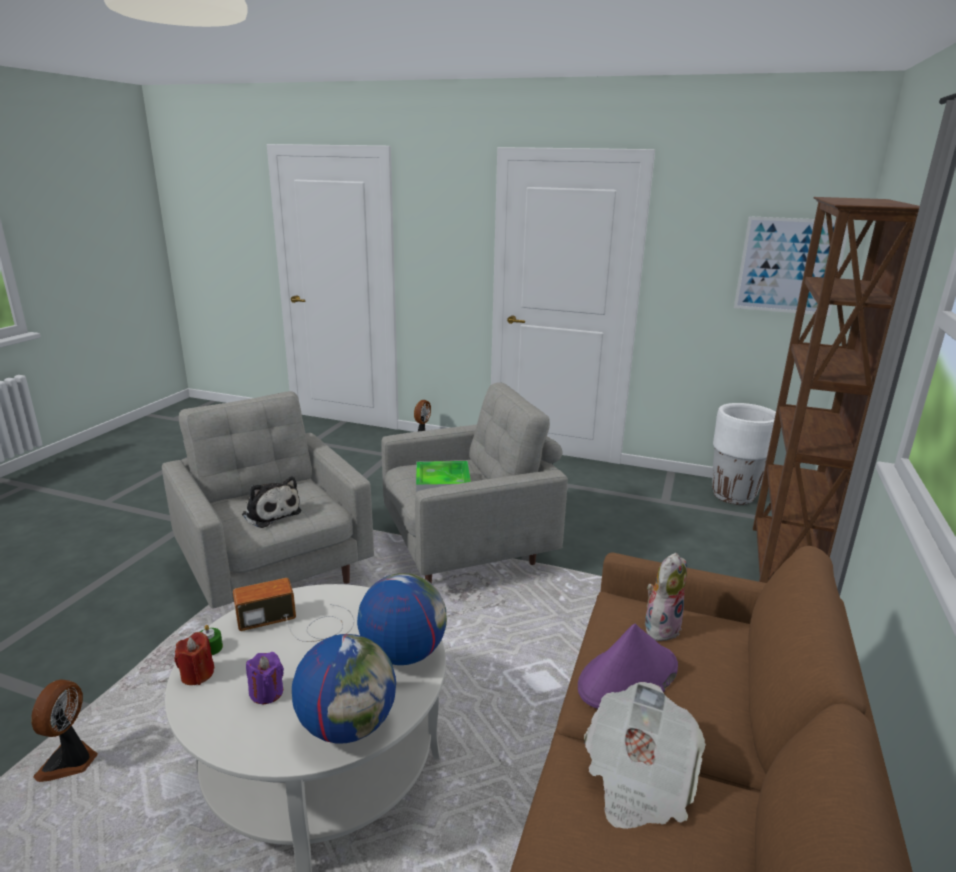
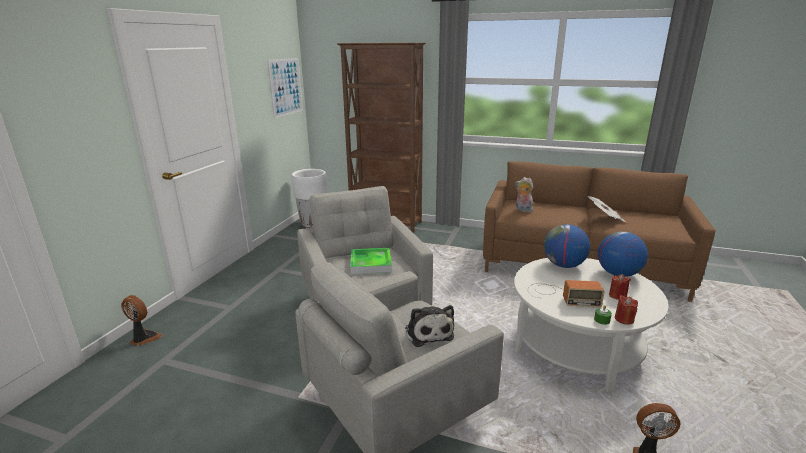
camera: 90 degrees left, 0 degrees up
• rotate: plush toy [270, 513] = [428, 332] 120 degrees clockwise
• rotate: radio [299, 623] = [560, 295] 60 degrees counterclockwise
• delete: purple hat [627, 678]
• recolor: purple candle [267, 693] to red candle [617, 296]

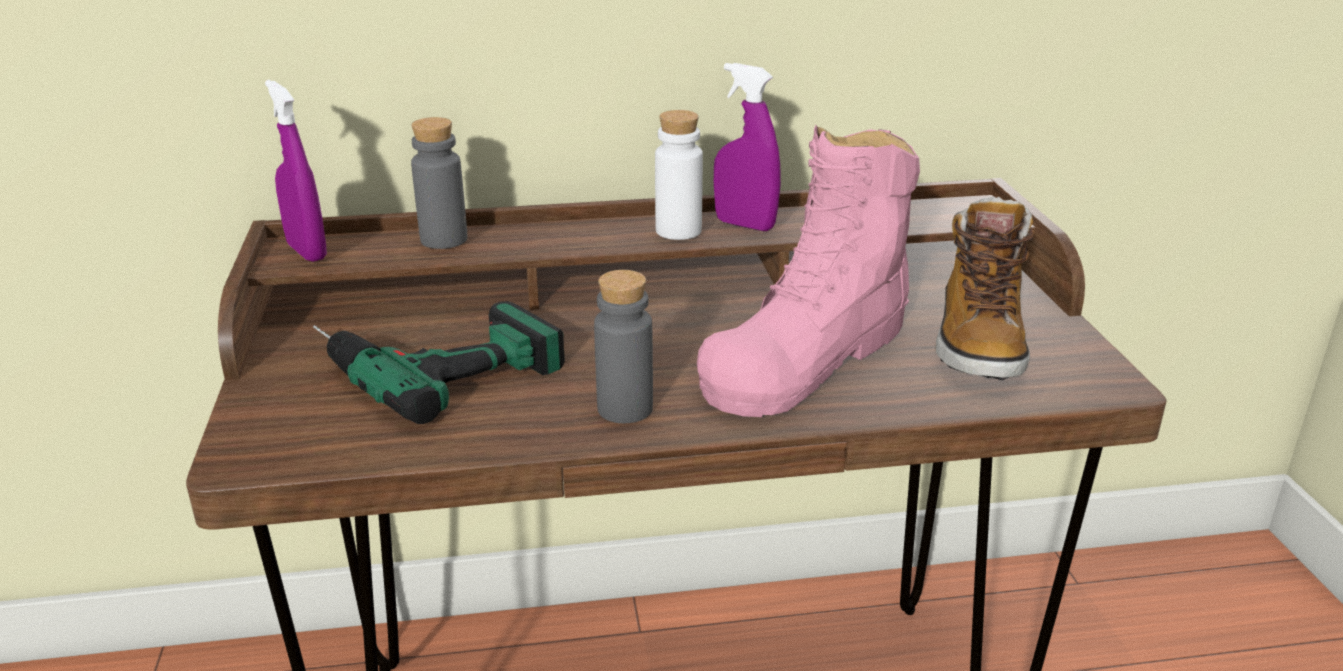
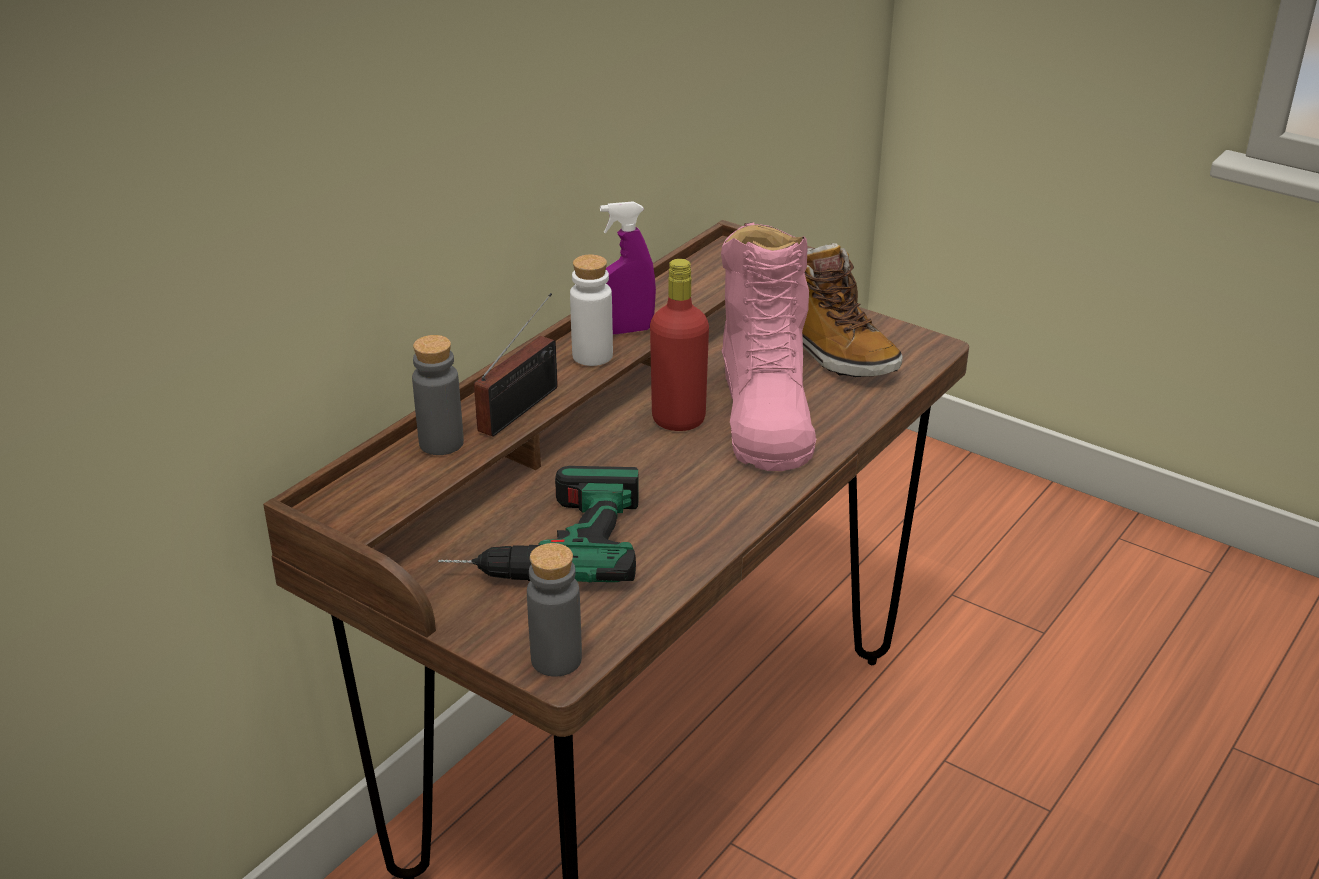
camera: 45 degrees left, 5 degrees up
• delete: purple spray bottle [307, 252]
• move: grey bottle [625, 409] to [556, 659]
• insert: red bottle [678, 420]
• insert: radio [523, 406]

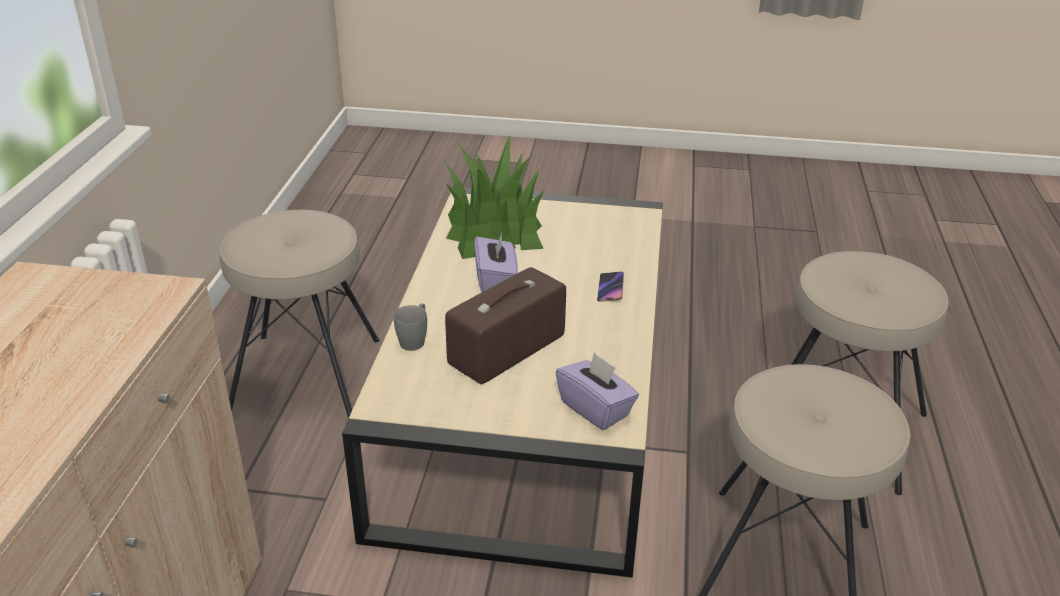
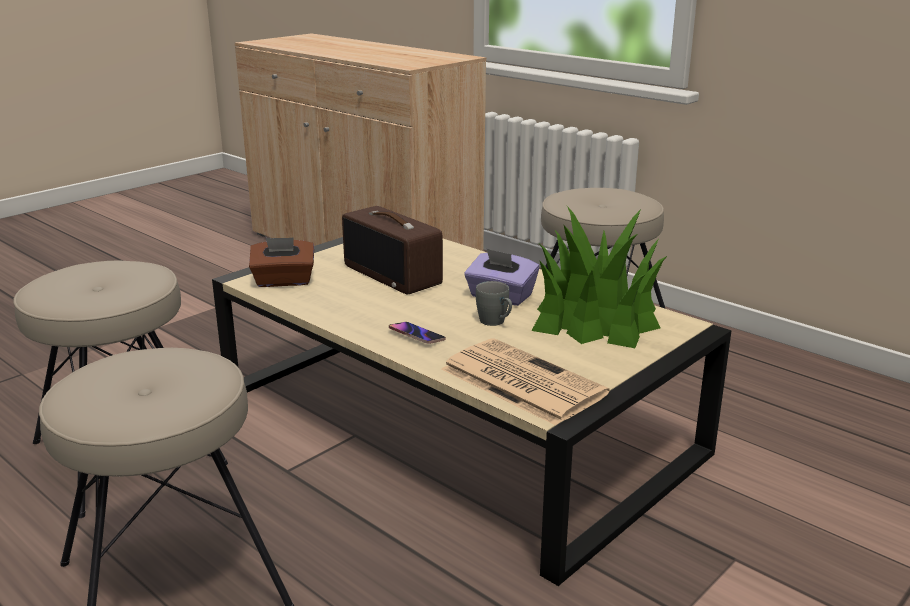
camera: 125 degrees right, 10 degrees down
• rotate: radio [507, 351] = [394, 275] 150 degrees clockwise
• move: grey mug [414, 339] to [496, 322]
• recolor: purple tissue box [595, 409] to brown tissue box [284, 281]
• insert: newspaper [520, 381]

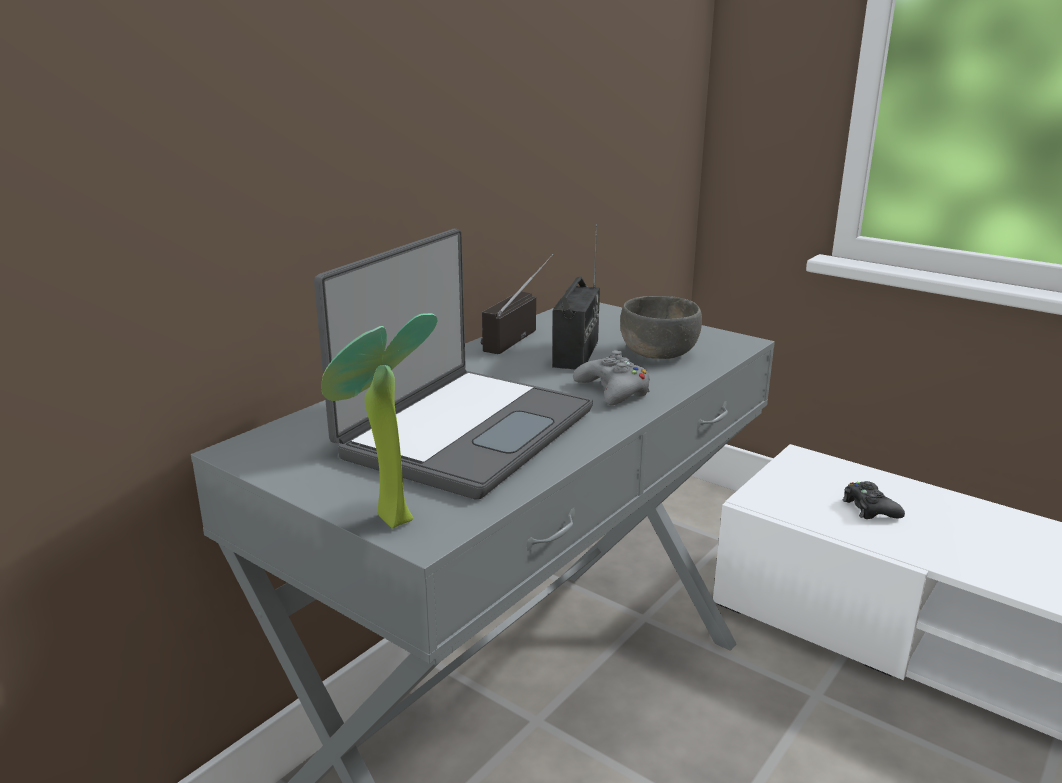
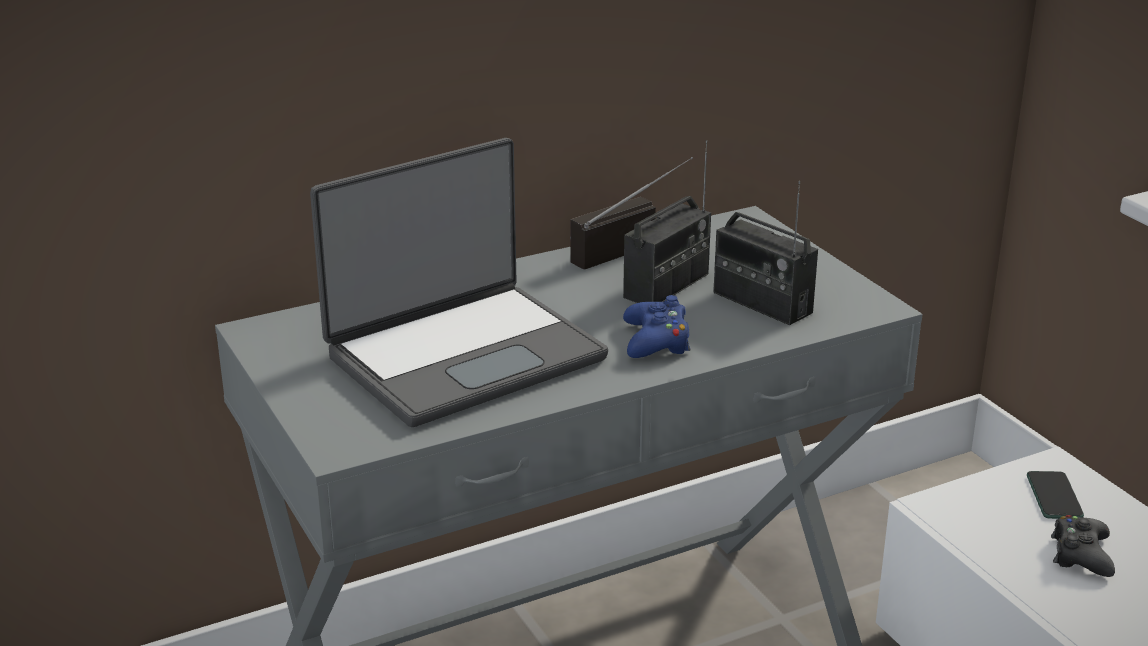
camera: 25 degrees right, 5 degrees up
• replace: grey bowl [659, 353] to radio [762, 303]
• delete: potted plant [385, 520]
• recolor: grey game controller [613, 391] to blue game controller [656, 341]
• insert: phone [1054, 497]

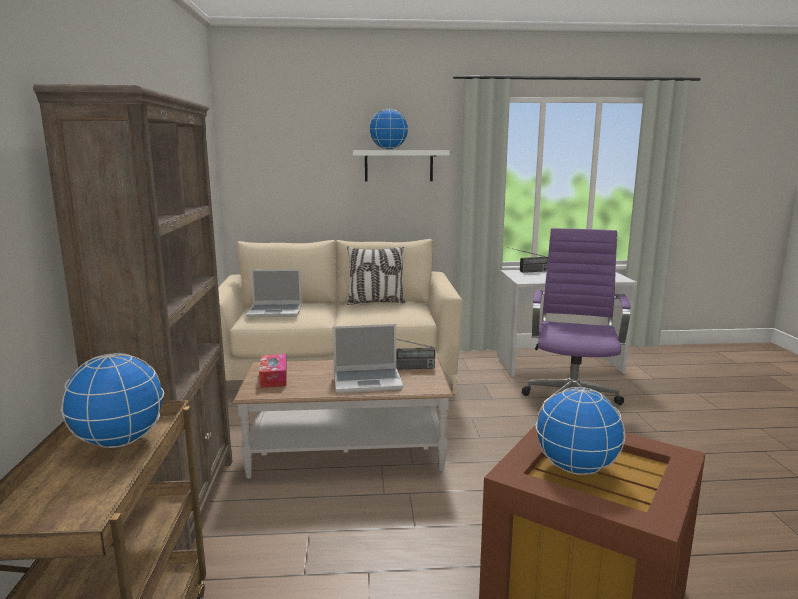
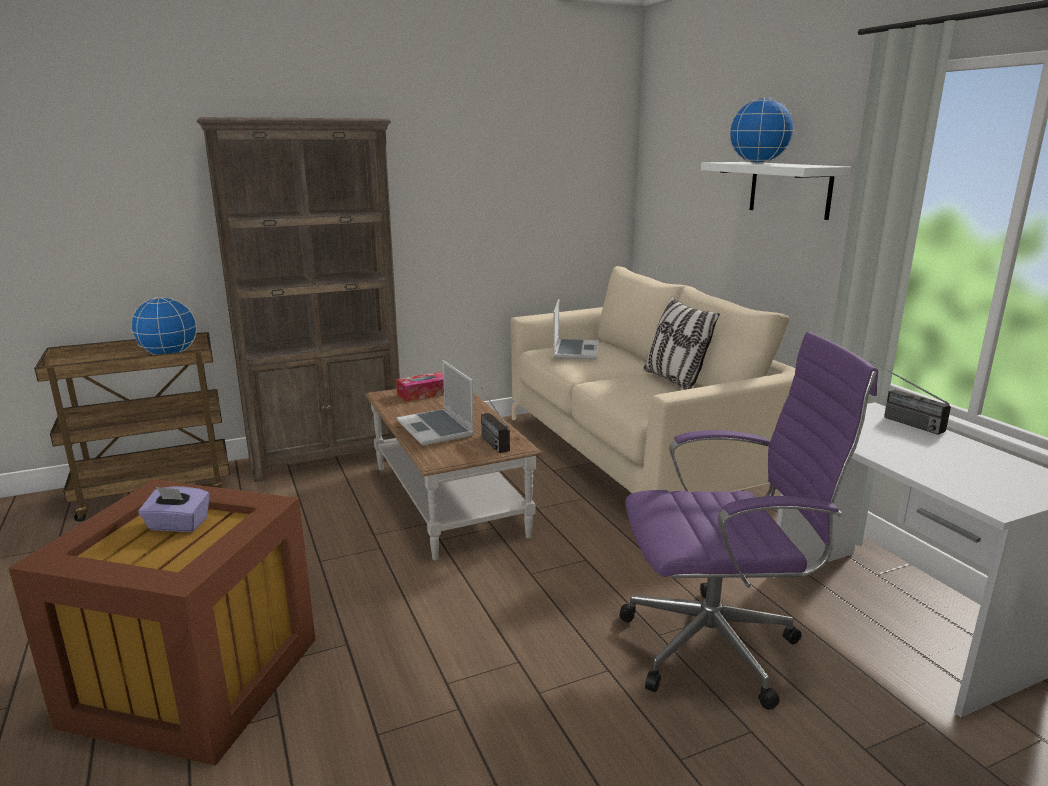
camera: 70 degrees right, 5 degrees up
• rotate: laptop [276, 312] = [575, 350] 150 degrees counterclockwise
• replace: globe [575, 468] to purple tissue box [178, 525]

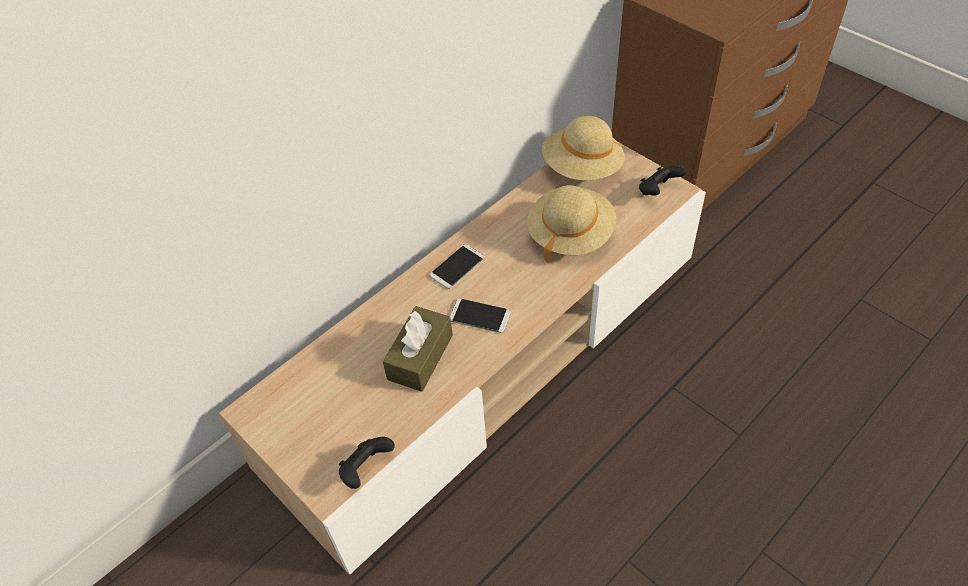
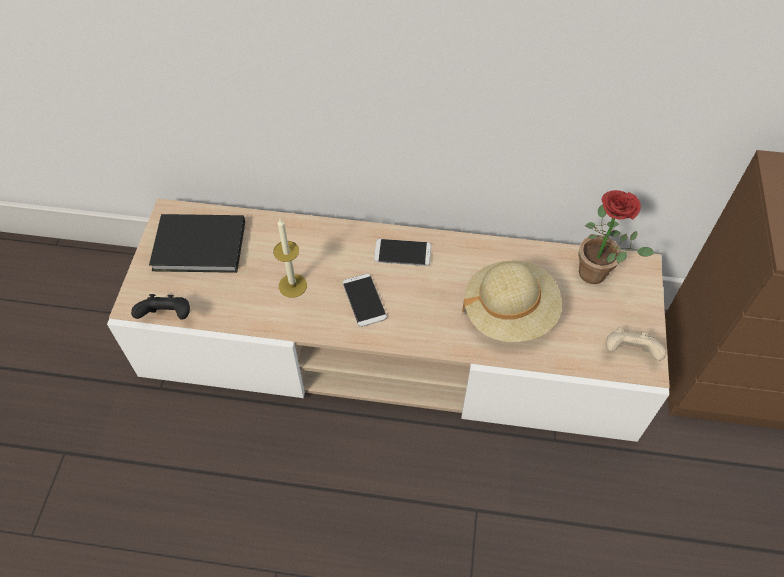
camera: 50 degrees right, 5 degrees up
• replace: beige hat [582, 168] to potted plant [598, 275]
• recolor: black game controller [658, 191] to beige game controller [629, 353]
• replace: brown tissue box [420, 357] to candle [292, 285]
• insert: black book [202, 247]

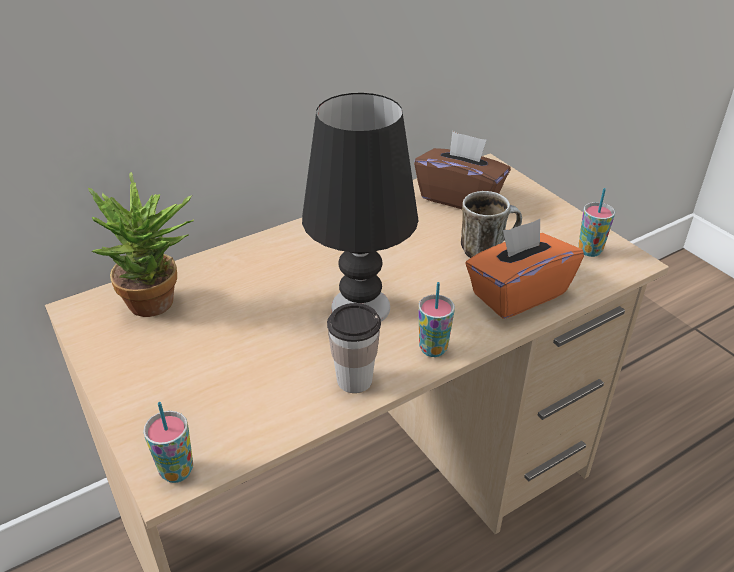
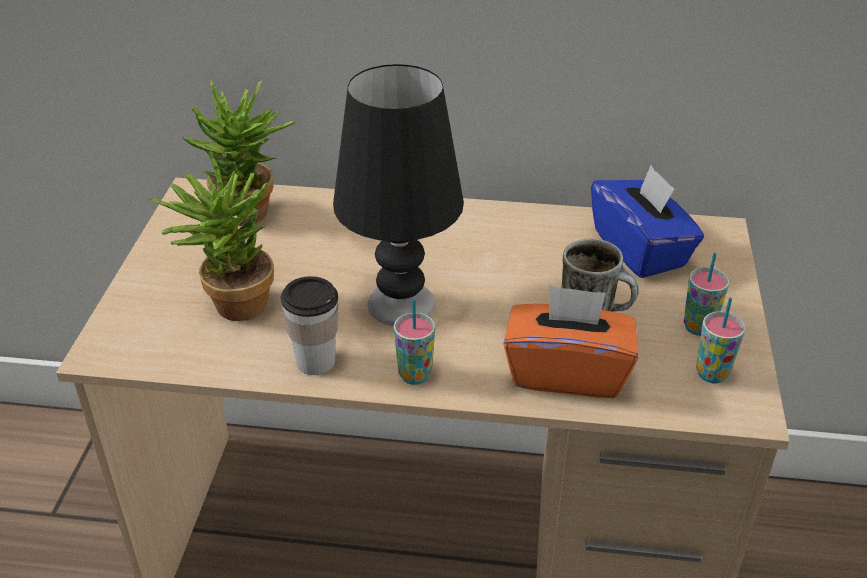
camera: 40 degrees right, 0 degrees up
• recolor: brown tissue box [460, 197] to blue tissue box [640, 249]
• move: cup [177, 471] to [698, 327]
• insert: potted plant [230, 304]

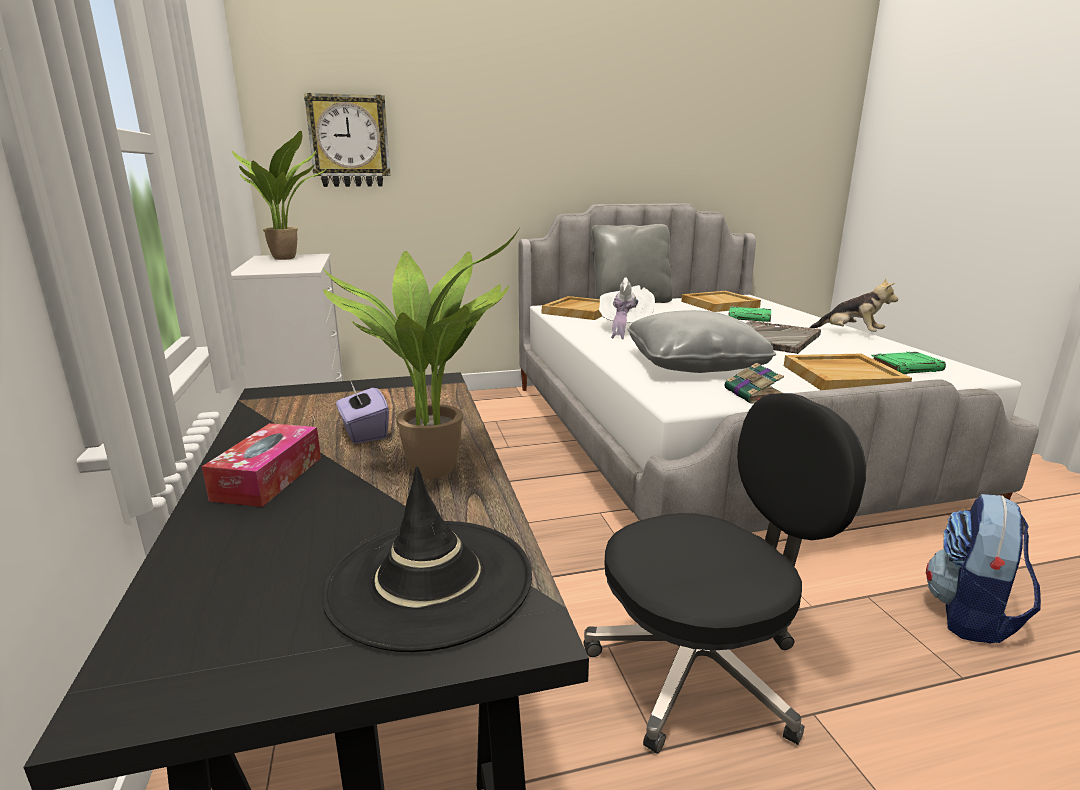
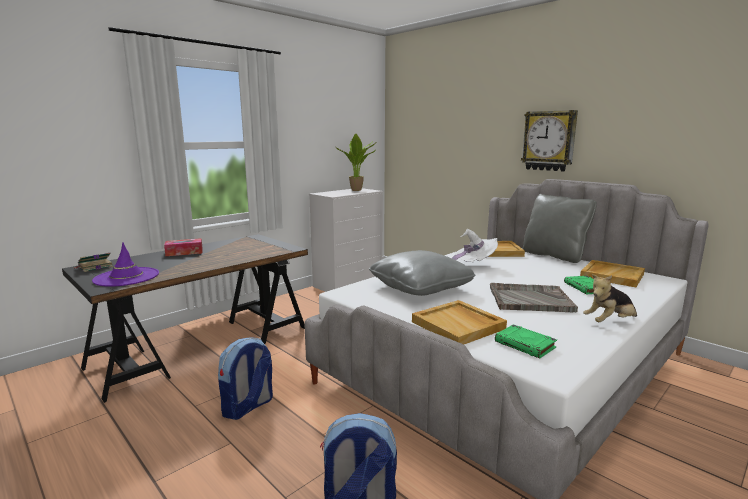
camera: 60 degrees right, 5 degrees down
• move: wall clock [349, 141] to [549, 141]
• delete: potted plant [437, 467]
• rotate: plush toy [850, 334] = [609, 322] 60 degrees clockwise
• move: book [754, 395] to [94, 267]
• delete: purple tissue box [364, 432]
• replace: black office chair [701, 669] to backpack [248, 407]
• recolor: black hat [429, 581] to purple hat [126, 277]

